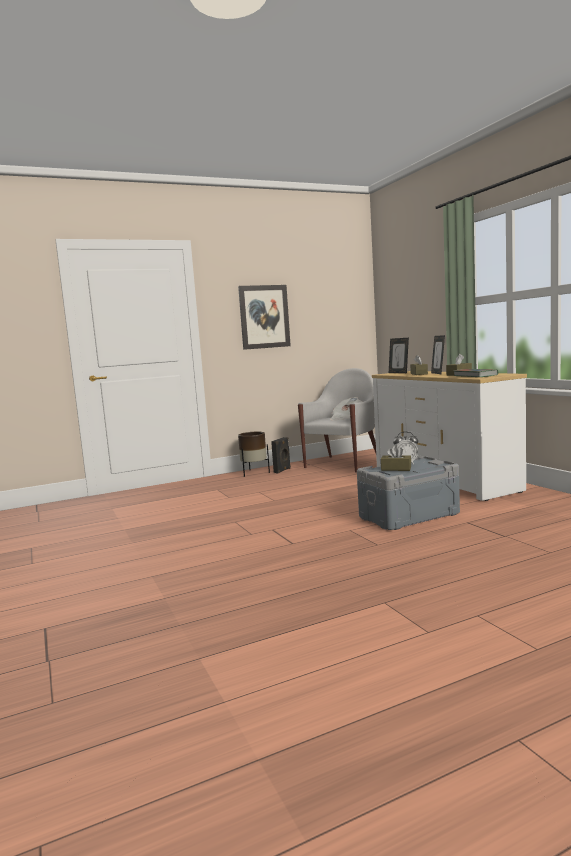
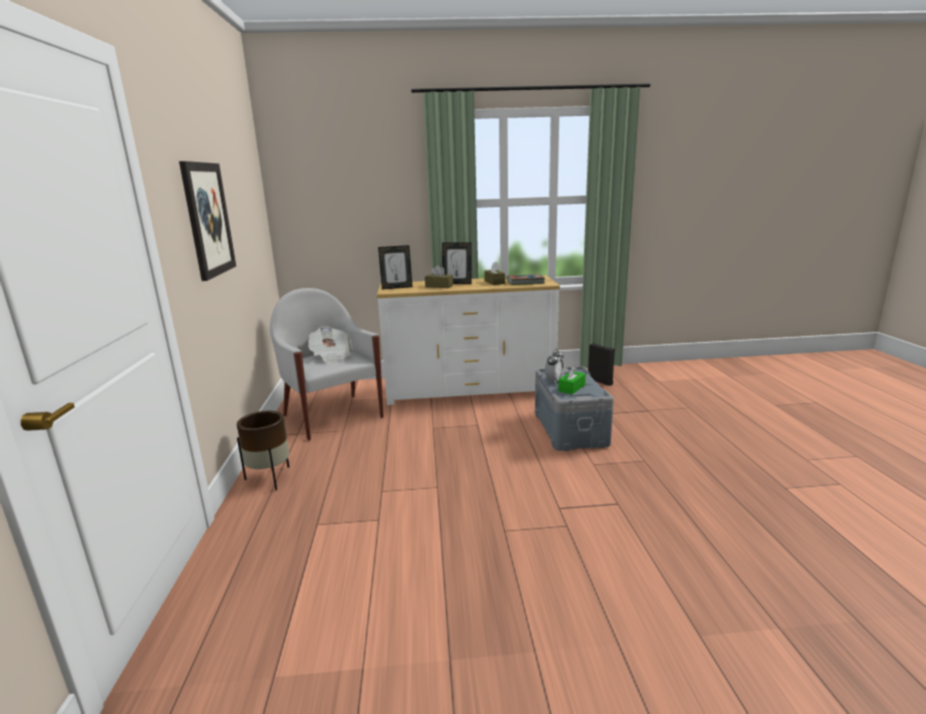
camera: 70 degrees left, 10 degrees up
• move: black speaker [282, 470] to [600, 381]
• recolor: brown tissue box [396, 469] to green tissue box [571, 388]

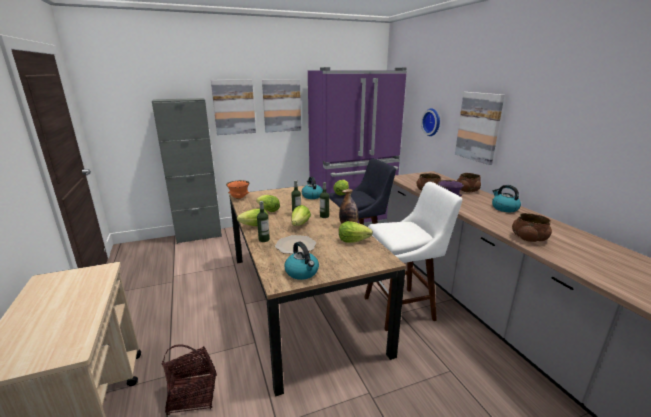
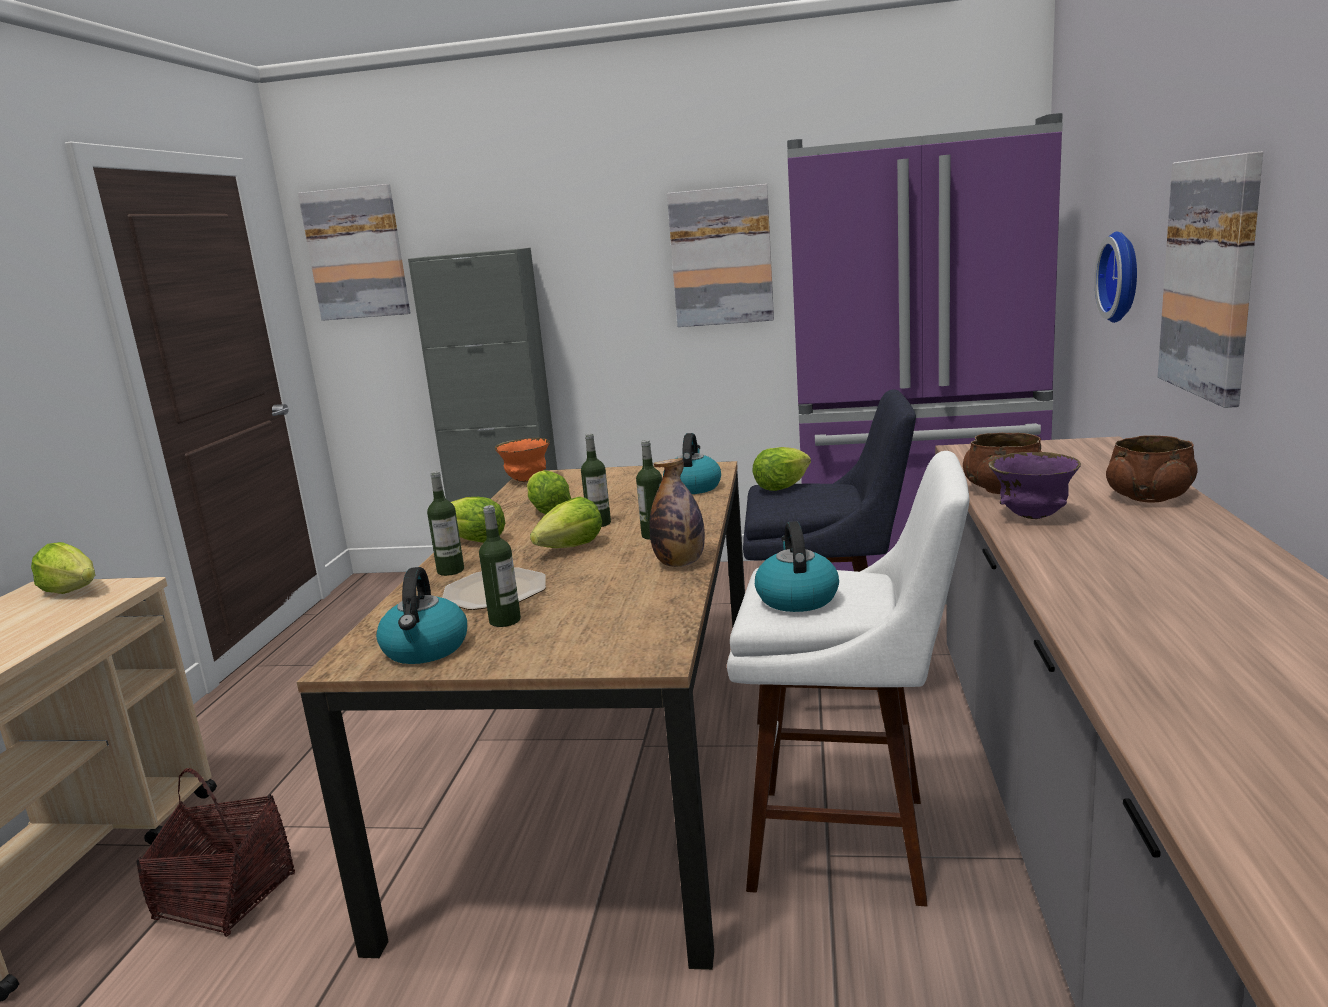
camera: 30 degrees right, 5 degrees down
• move: picture [234, 107] to [356, 253]
• move: kettle [504, 208] to [796, 598]
• delete: brown bowl [529, 238]
• move: lettuce [353, 241] to [72, 591]
• insert: bottle [505, 620]

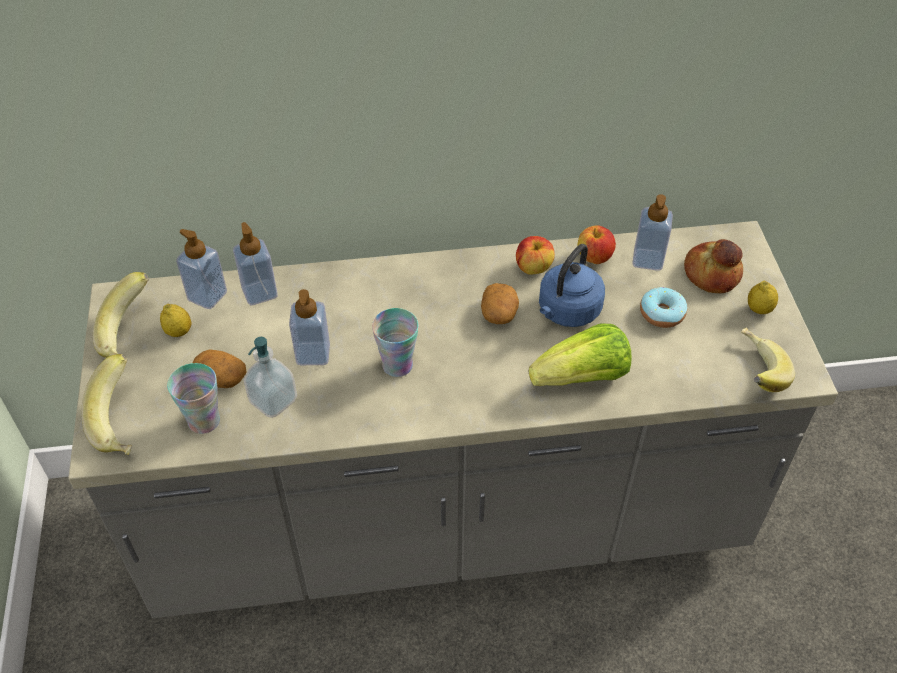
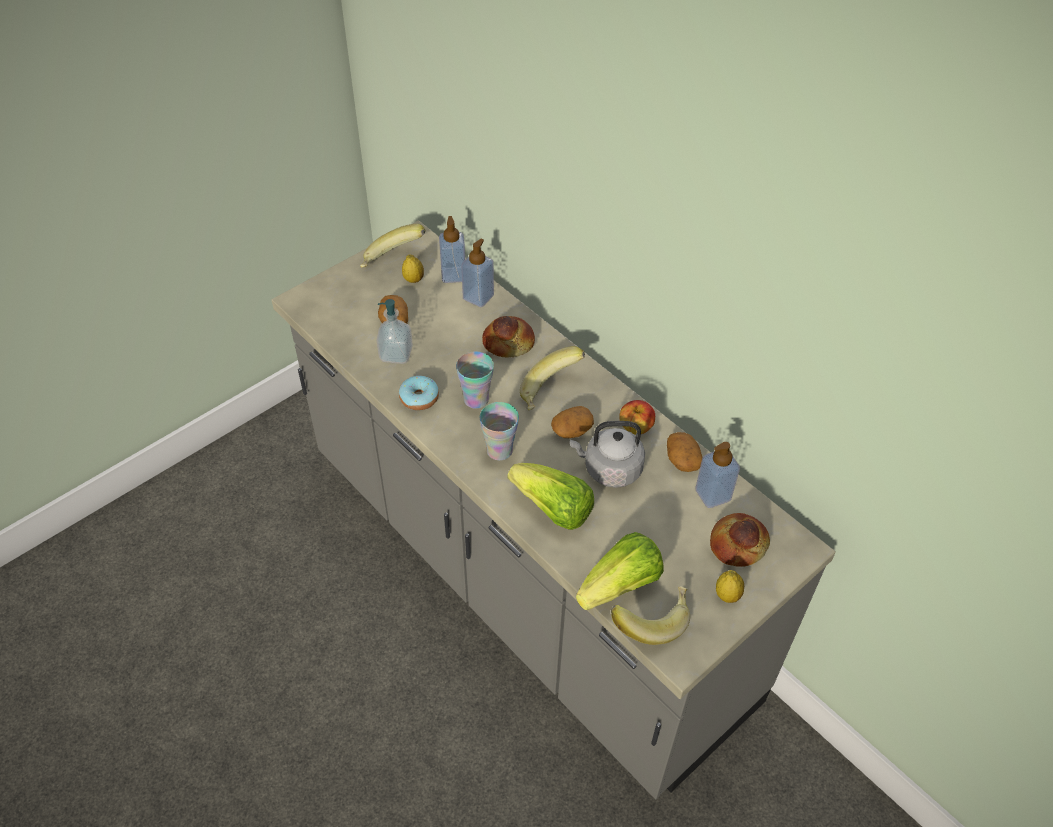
camera: 55 degrees right, 0 degrees up
• replace: apple [594, 257] to potato [682, 459]
• recolor: blue kettle [567, 312] to grey kettle [609, 469]
• move: donut [662, 313] to [419, 398]
• delete: soap dispenser [313, 354]
• move: banana [123, 422] to [551, 392]
• move: cup [204, 421] to [499, 450]
• insert: bread [508, 342]
• insert: lettuce [620, 585]

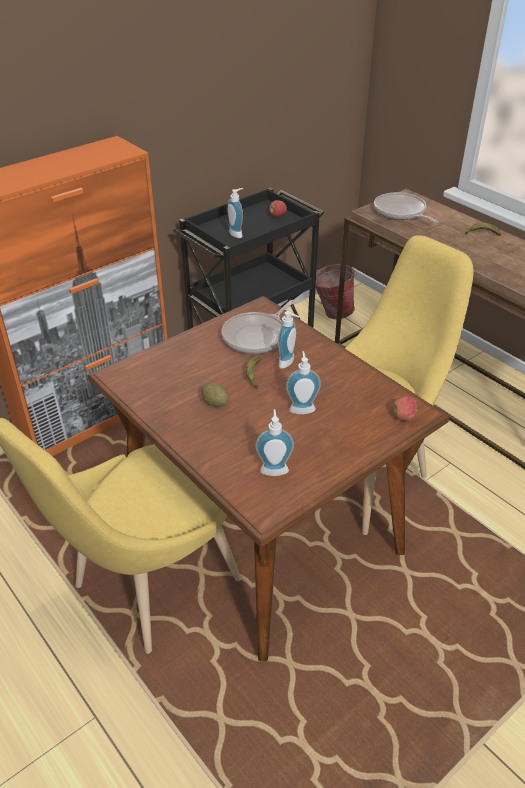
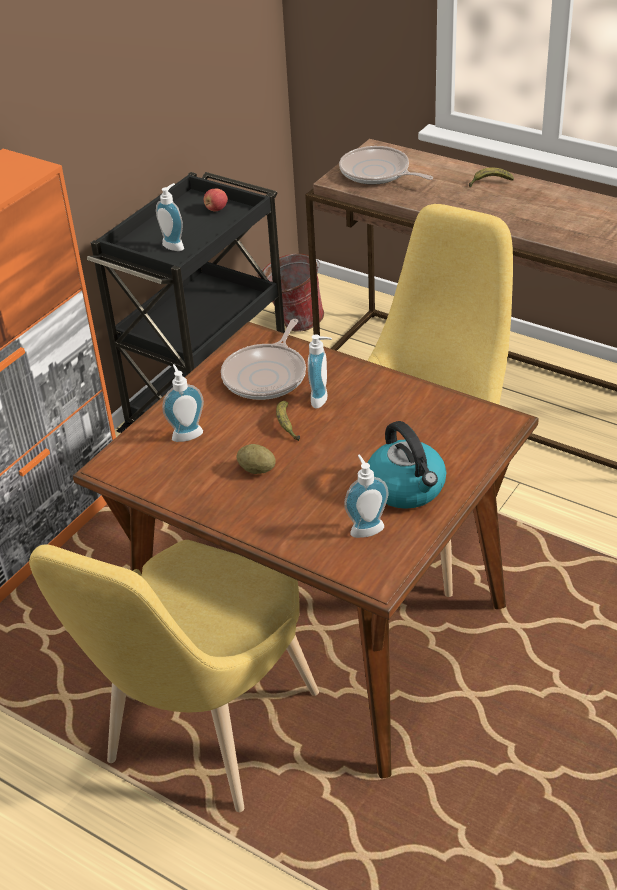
camera: 15 degrees left, 0 degrees up
• move: soap dispenser [301, 408] to [186, 433]
• delete: apple [404, 416]
• insert: kettle [407, 488]

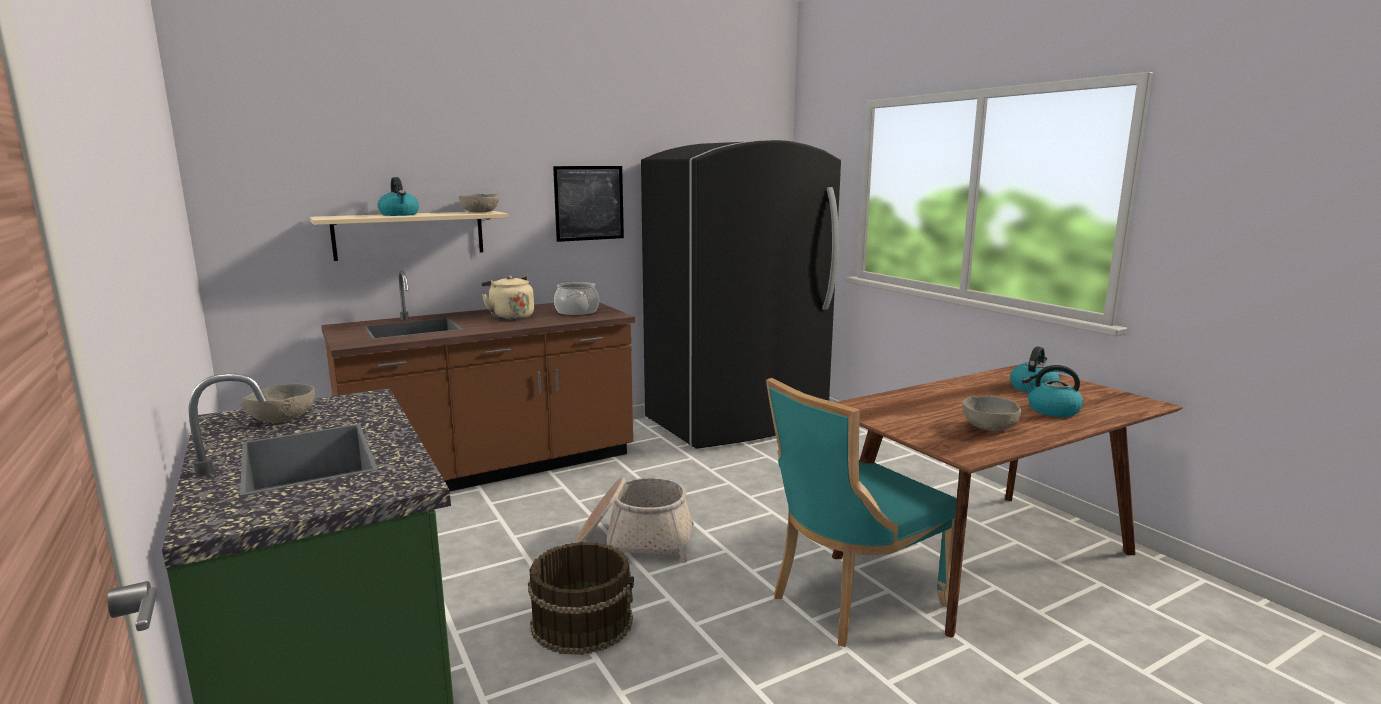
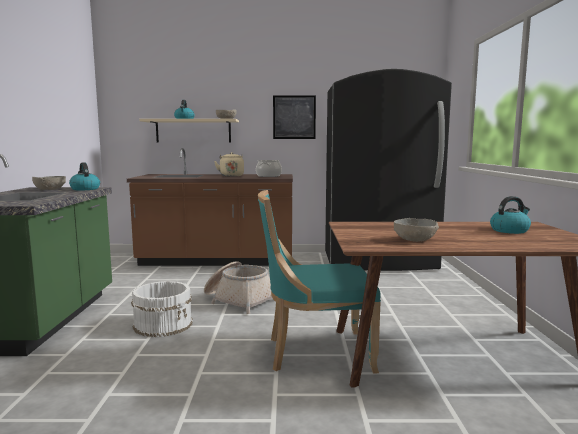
camera: 30 degrees right, 5 degrees down
• move: kettle [1052, 410] to [85, 189]
• recolor: brown bucket [582, 622] to white bucket [163, 324]

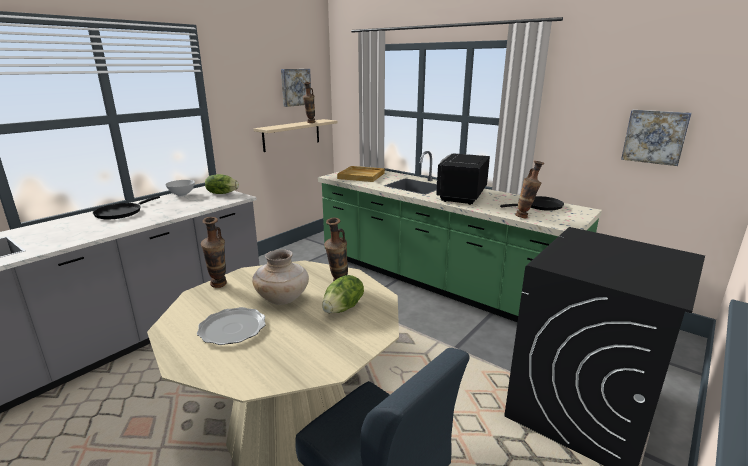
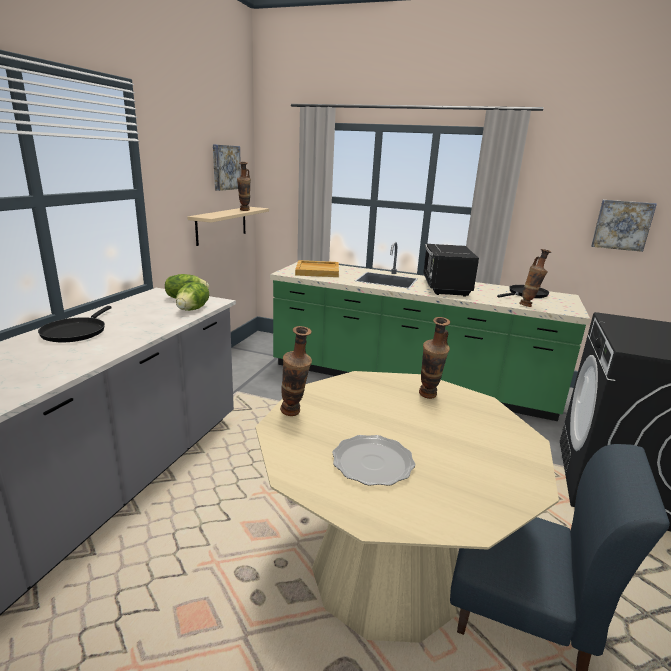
camera: 20 degrees left, 0 degrees up
• delete: white bowl [182, 195]
• delete: beige vase [283, 299]
• move: lettuce [343, 308] to [193, 309]

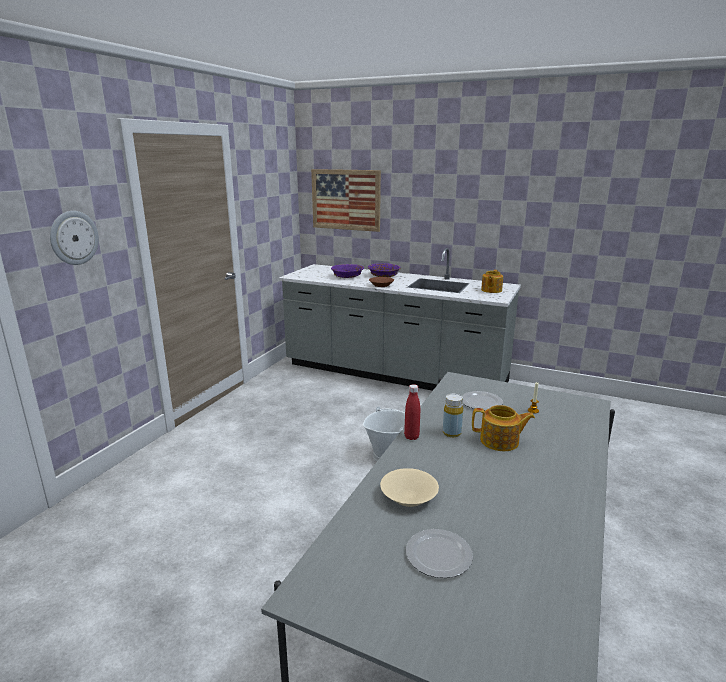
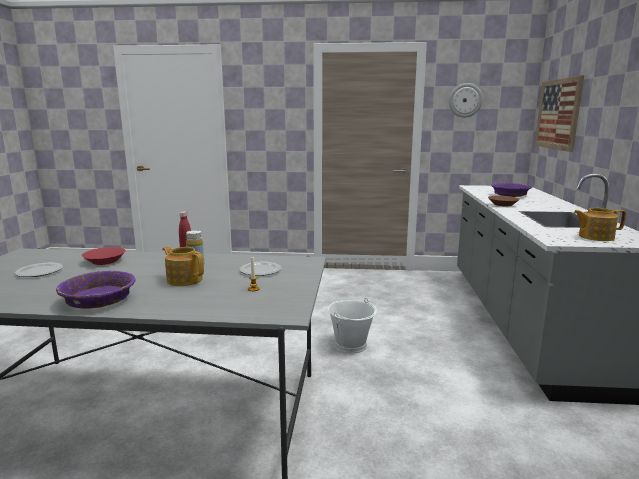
camera: 70 degrees right, 5 degrees down
• move: wall clock [73, 238] to [465, 100]
• move: purple bowl [384, 275] to [98, 301]
• rotate: teapot [500, 441] = [184, 279] 135 degrees clockwise
• recolor: beige bowl [408, 496] to red bowl [105, 261]

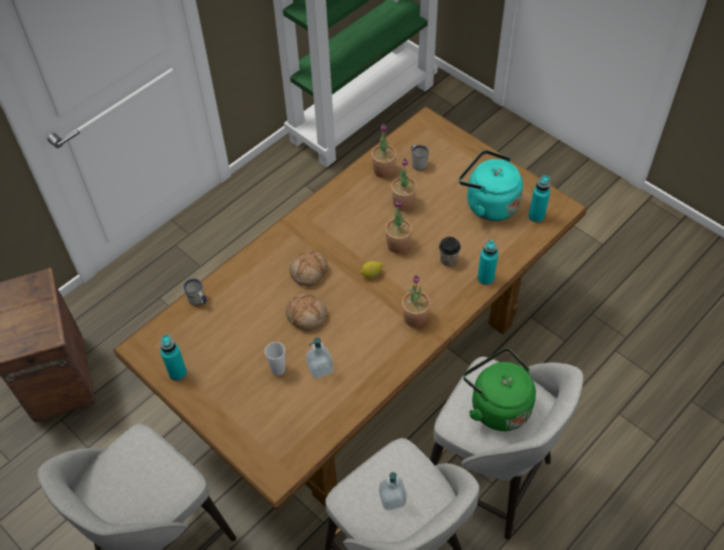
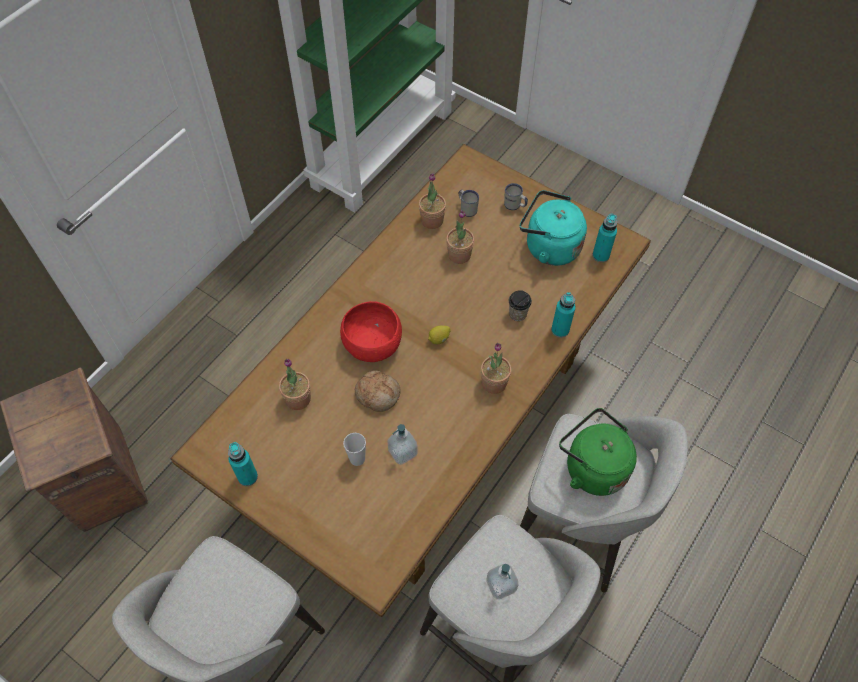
camera: 10 degrees left, 5 degrees up
• move: potted plant [398, 245] to [298, 399]
• replace: bread [309, 272] to red bowl [372, 344]
• move: white mug [198, 301] to [514, 206]

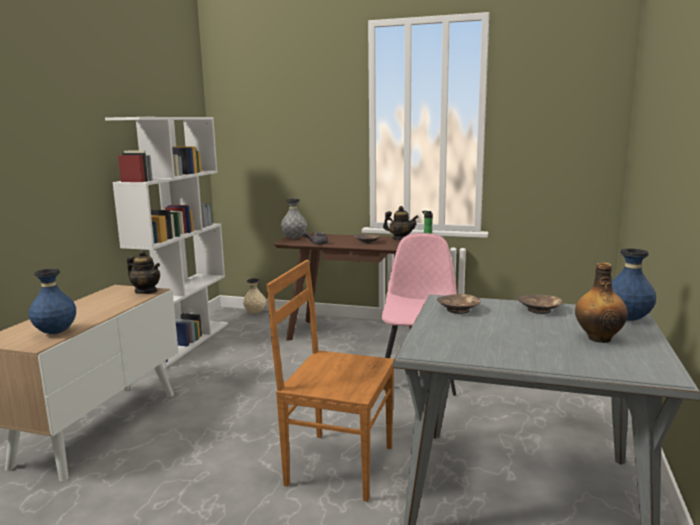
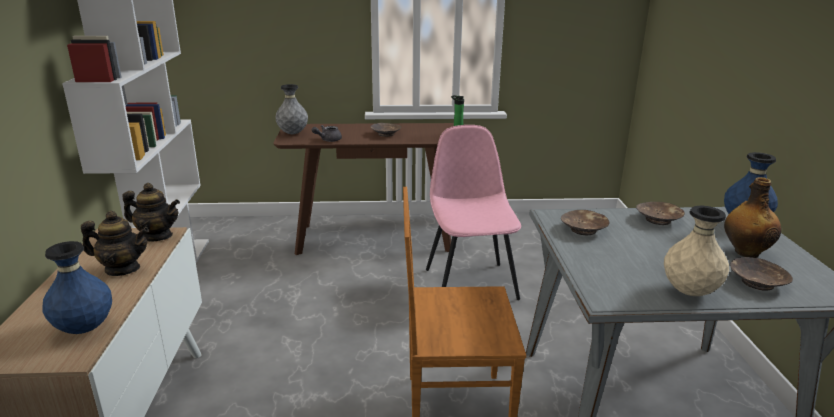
camera: 20 degrees left, 10 degrees up
• move: teapot [400, 239] to [122, 269]
• move: beige vase [255, 313] to [689, 292]
• insert: brown bowl [757, 282]

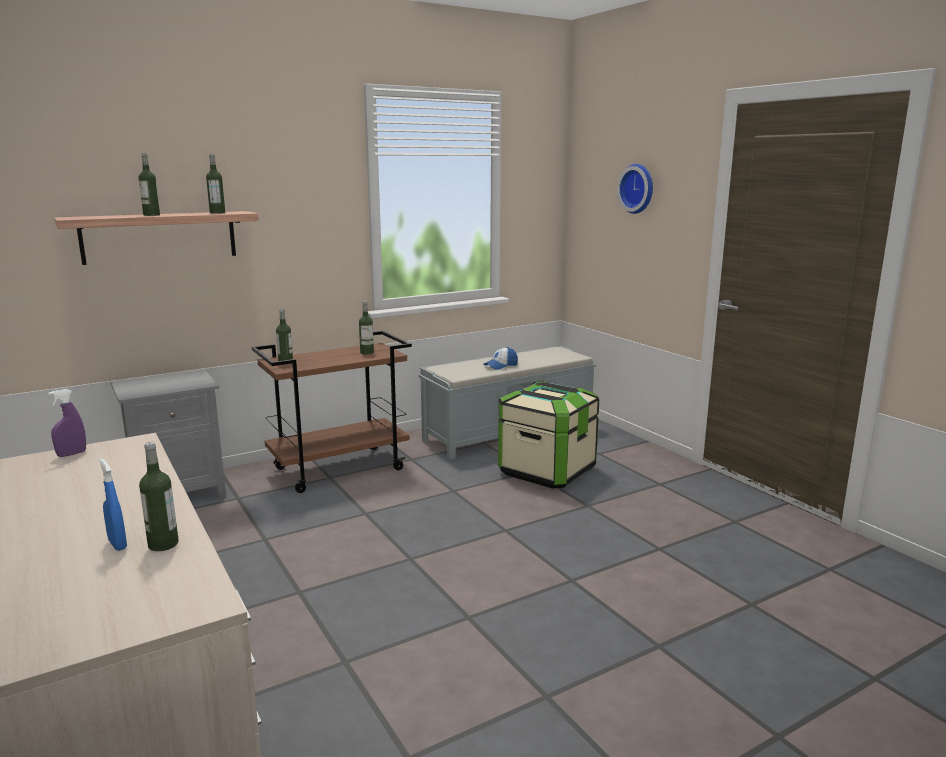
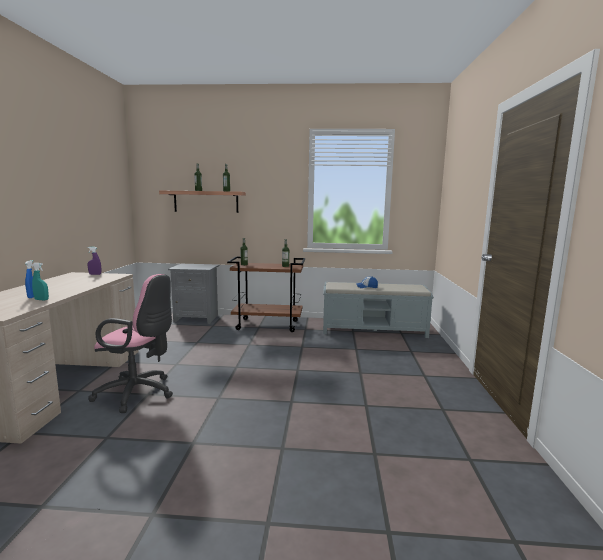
camera: 35 degrees right, 5 degrees down
• delete: wall clock [638, 188]
• delete: storage box [546, 471]
• replace: bottle [163, 544] to turquoise spray bottle [41, 299]
• insert: pink office chair [139, 394]

